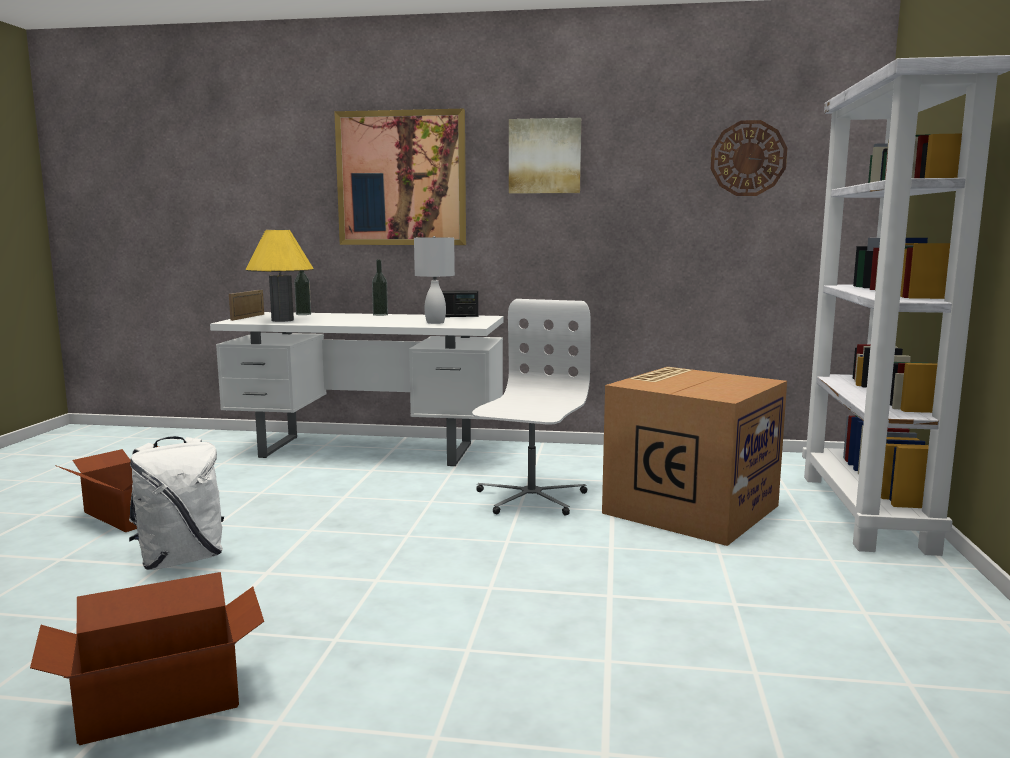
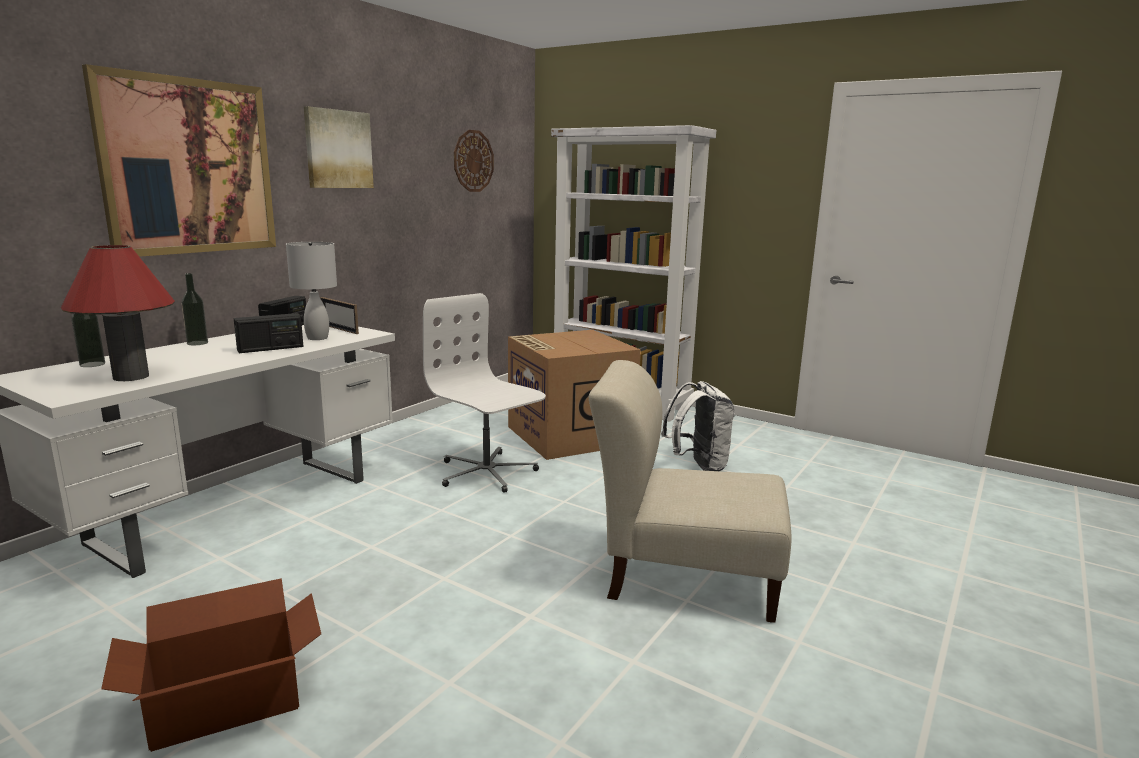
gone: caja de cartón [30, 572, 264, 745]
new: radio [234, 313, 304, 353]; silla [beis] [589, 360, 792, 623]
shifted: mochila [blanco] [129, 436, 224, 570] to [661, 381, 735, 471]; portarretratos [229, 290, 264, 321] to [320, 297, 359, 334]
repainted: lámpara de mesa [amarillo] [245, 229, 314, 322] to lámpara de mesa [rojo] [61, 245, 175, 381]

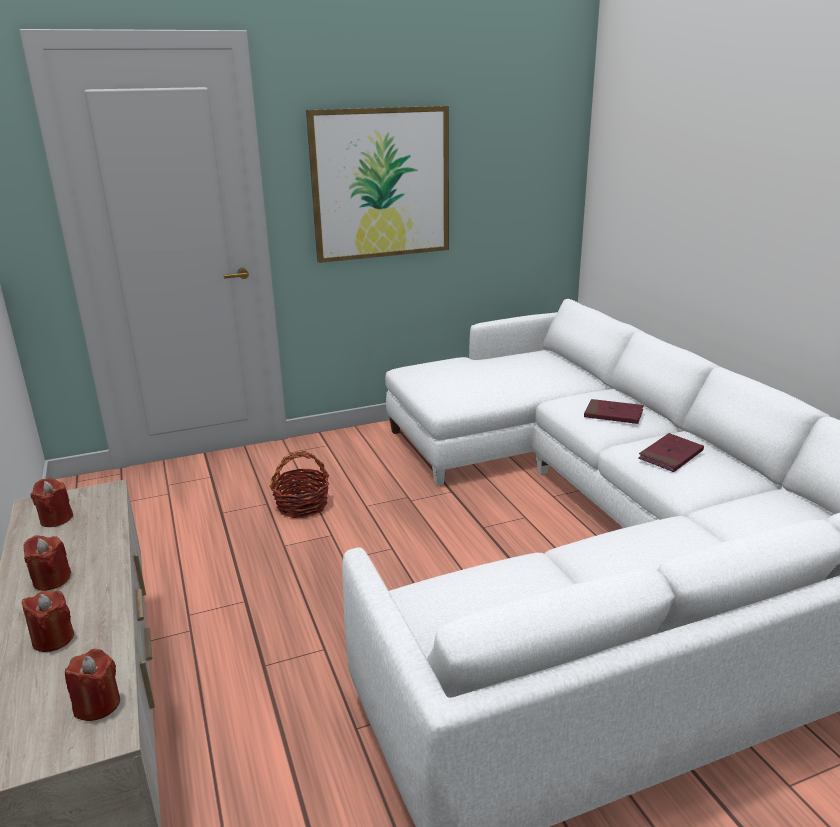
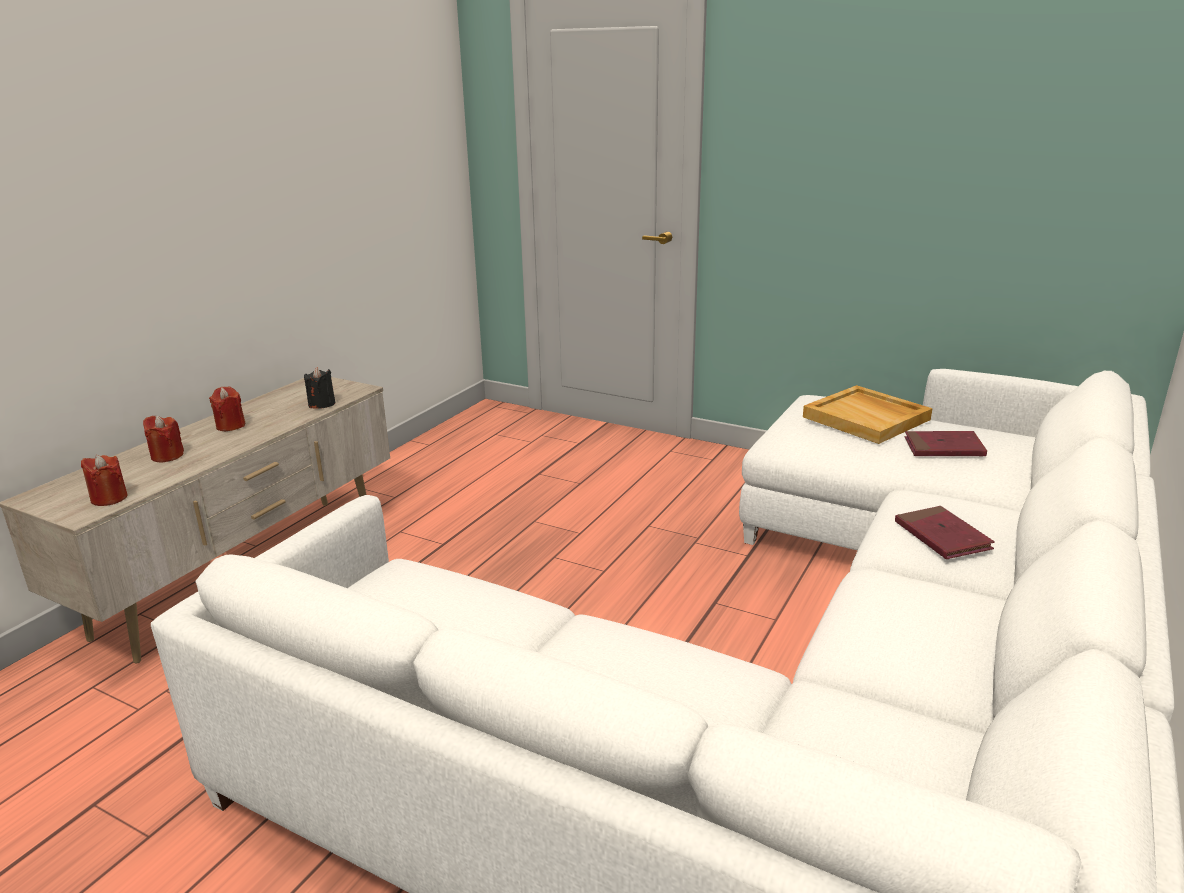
gone: vela [rojo] [31, 478, 74, 527]; cesta [269, 451, 329, 518]; cuadro [306, 106, 449, 263]
new: vela [negro] [304, 367, 335, 409]; bandeja [beis] [803, 385, 932, 444]
shifted: libro [rojo] [638, 433, 704, 472] to [904, 431, 987, 457]

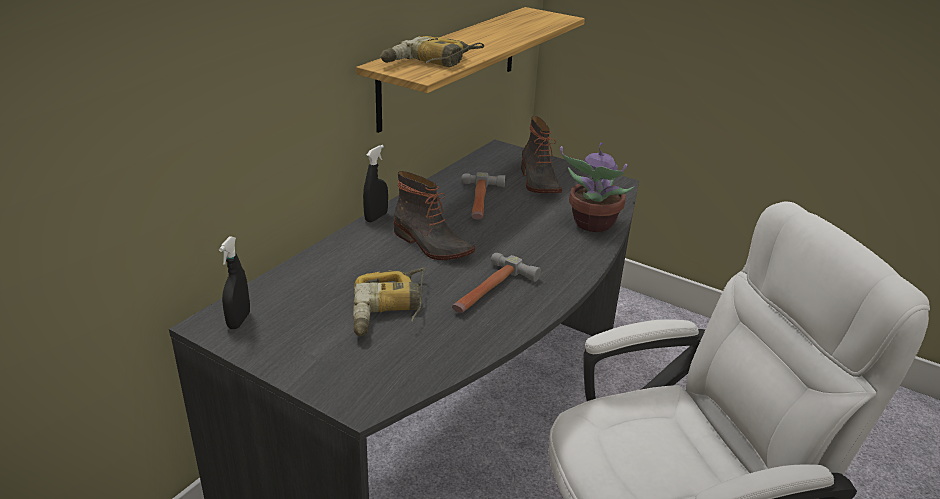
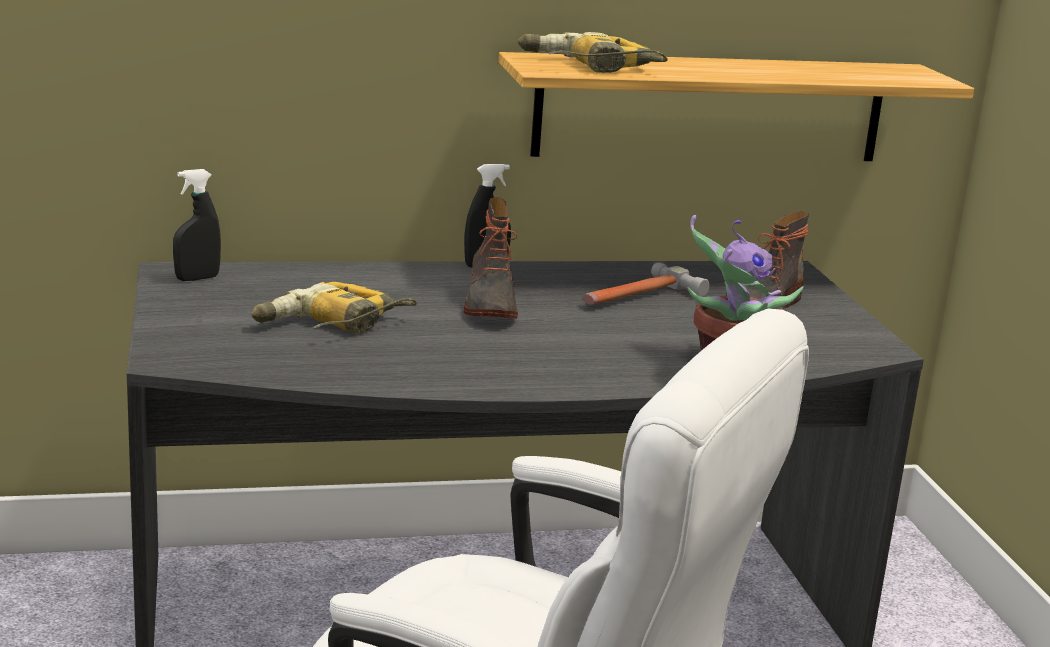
gone: martillo [452, 253, 541, 313]

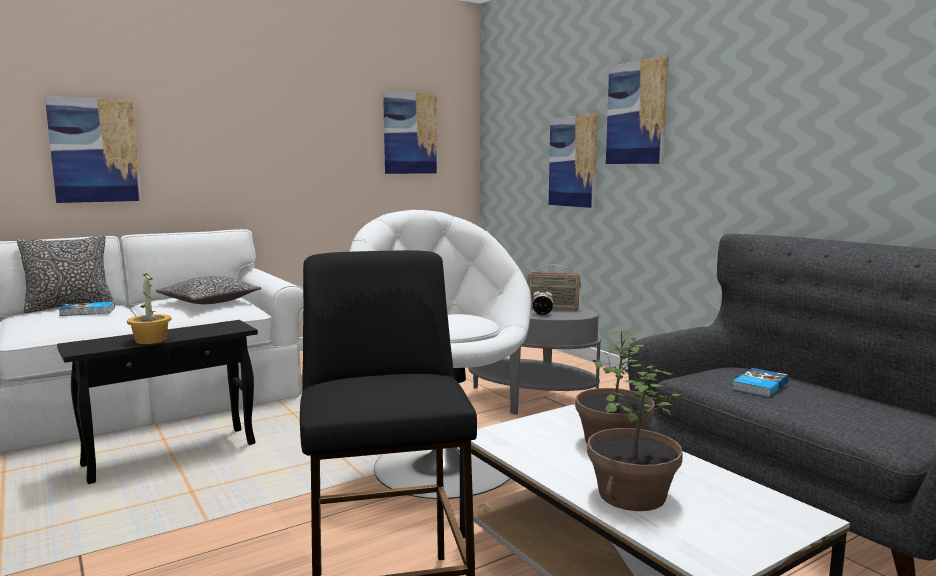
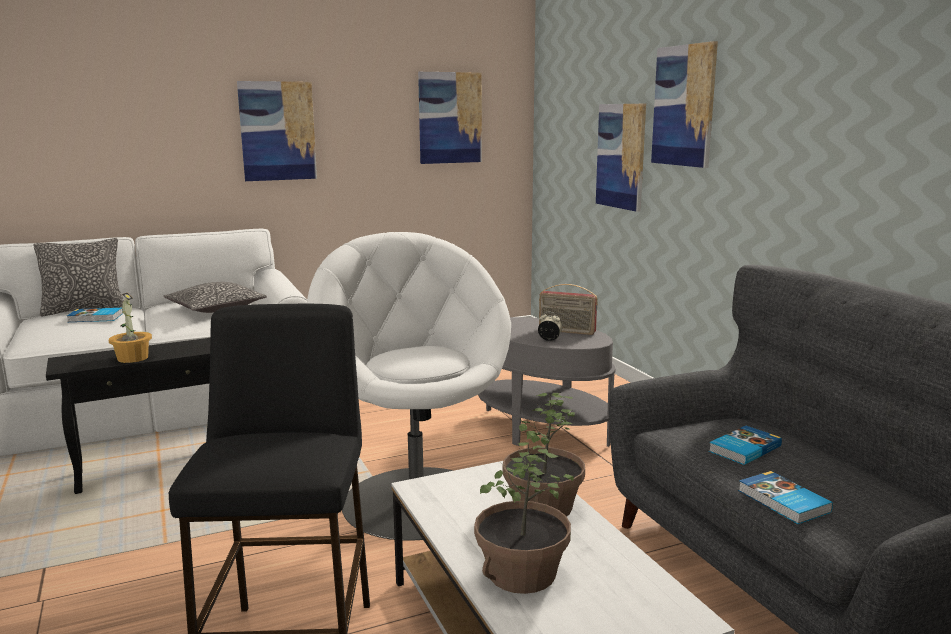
new: libro [738, 471, 833, 524]
shifted: cuadro [45, 96, 141, 203] to [237, 81, 317, 181]

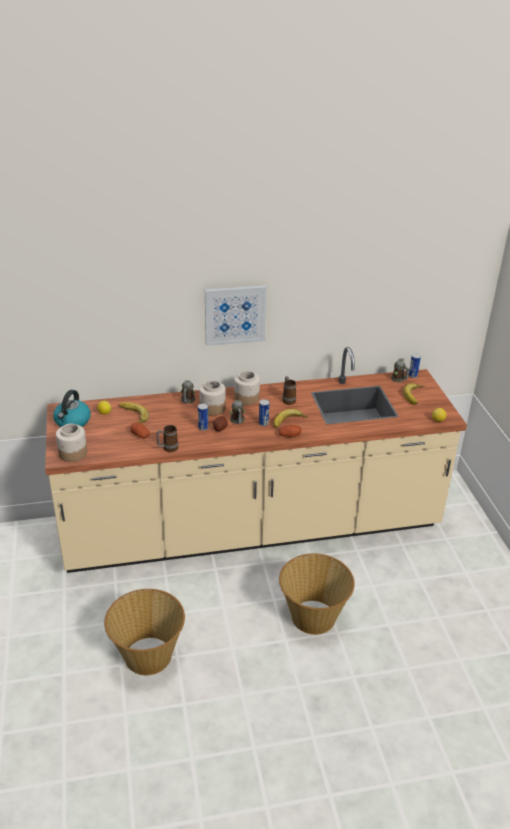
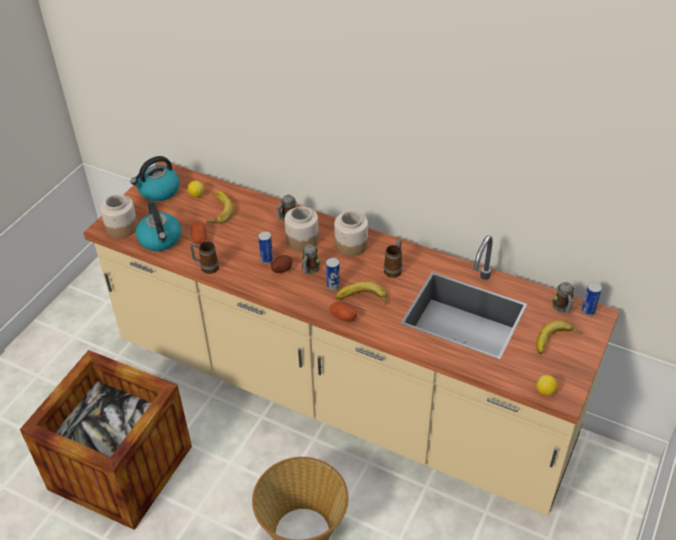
gone: cuadro [205, 285, 266, 346]
new: hervidor [136, 202, 181, 251]
swapped: cesta [104, 589, 185, 675] to caja de embalaje [20, 350, 192, 530]

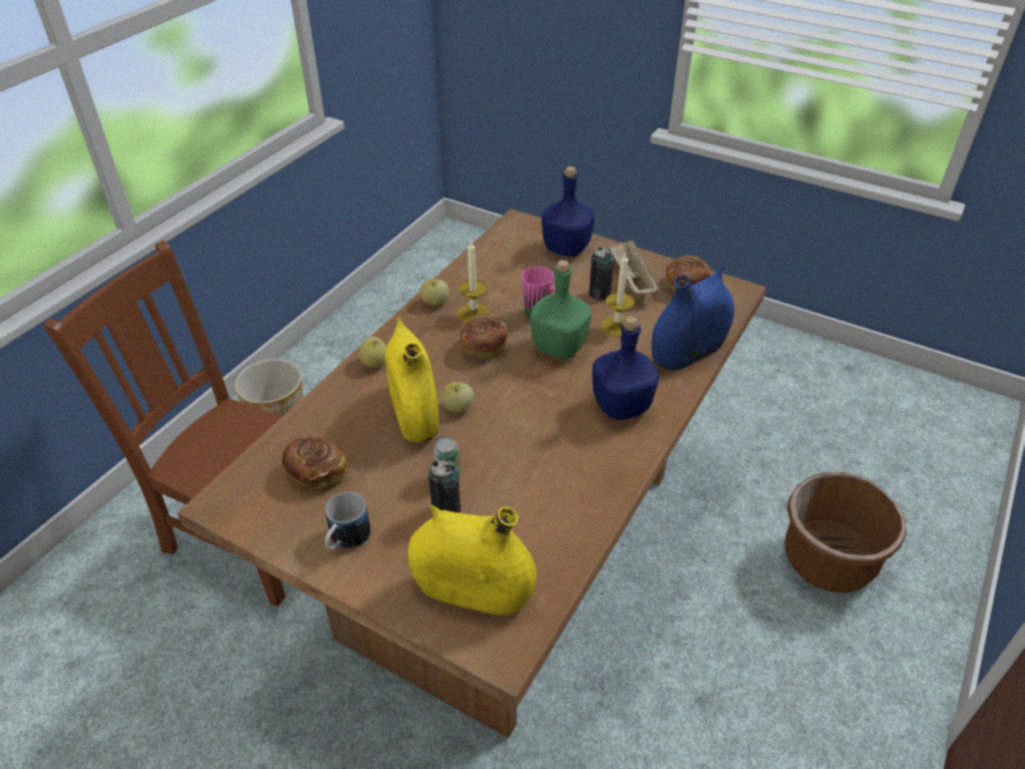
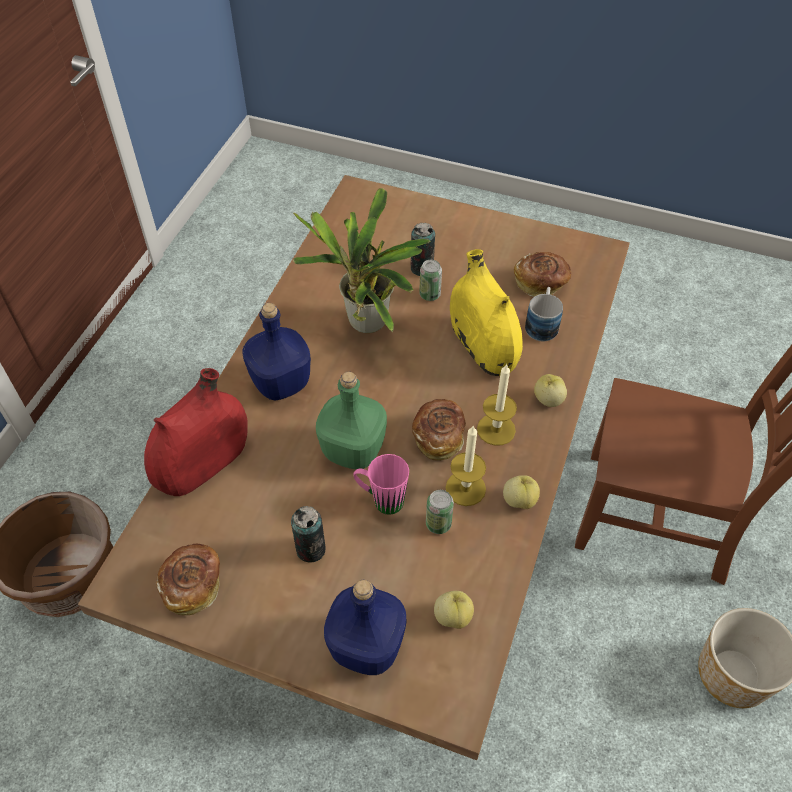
gone: florero [amarillo] [408, 505, 537, 615]; bandeja [beis] [608, 239, 660, 294]
new: planta en maceta [293, 188, 431, 333]; lata [426, 490, 454, 534]
shifted: taza grande [325, 492, 371, 550] to [525, 287, 563, 341]; manzana [441, 382, 474, 412] to [434, 591, 474, 629]; vela [601, 253, 634, 337] to [477, 363, 517, 446]
repainted: florero [azul] [651, 265, 734, 371] to florero [rojo] [144, 368, 247, 496]

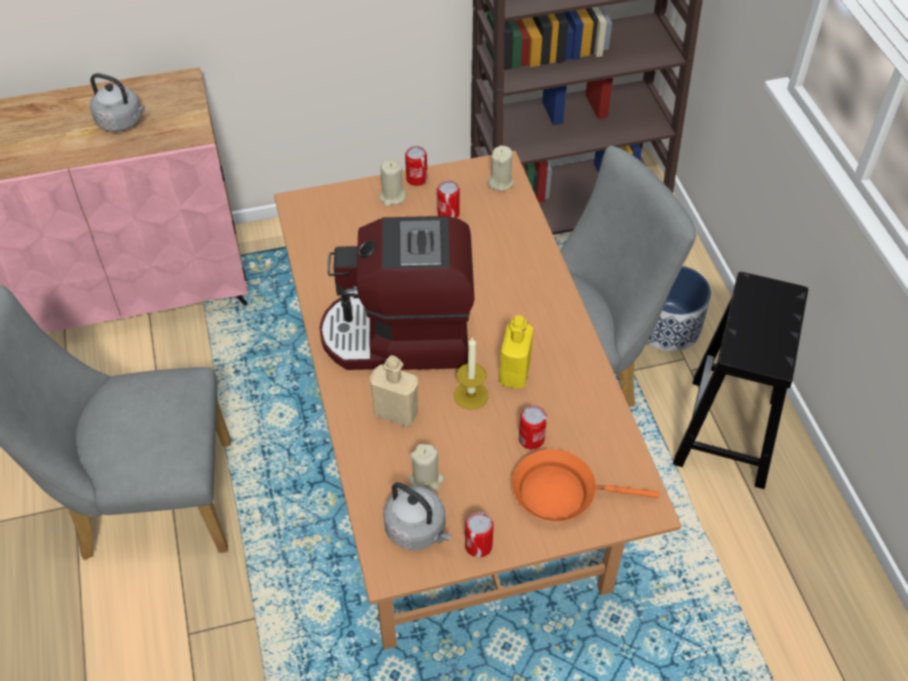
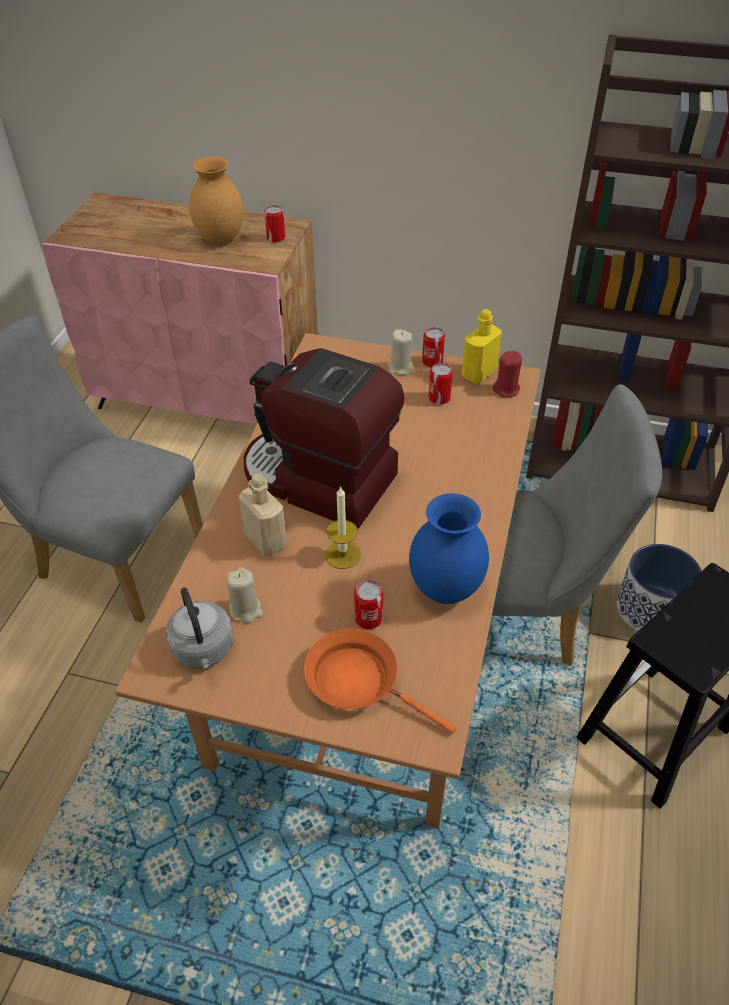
new: florero [azul] [409, 493, 489, 604]
shifted: lata [465, 512, 494, 558] to [264, 205, 285, 243]; botella [amarillo] [499, 315, 534, 389] to [462, 309, 502, 384]
swapped: hervidor [gris] [90, 73, 145, 132] to florero [marrón] [189, 157, 244, 245]
repainted: vela [beis] [487, 145, 514, 191] to vela [rojo] [492, 351, 522, 397]

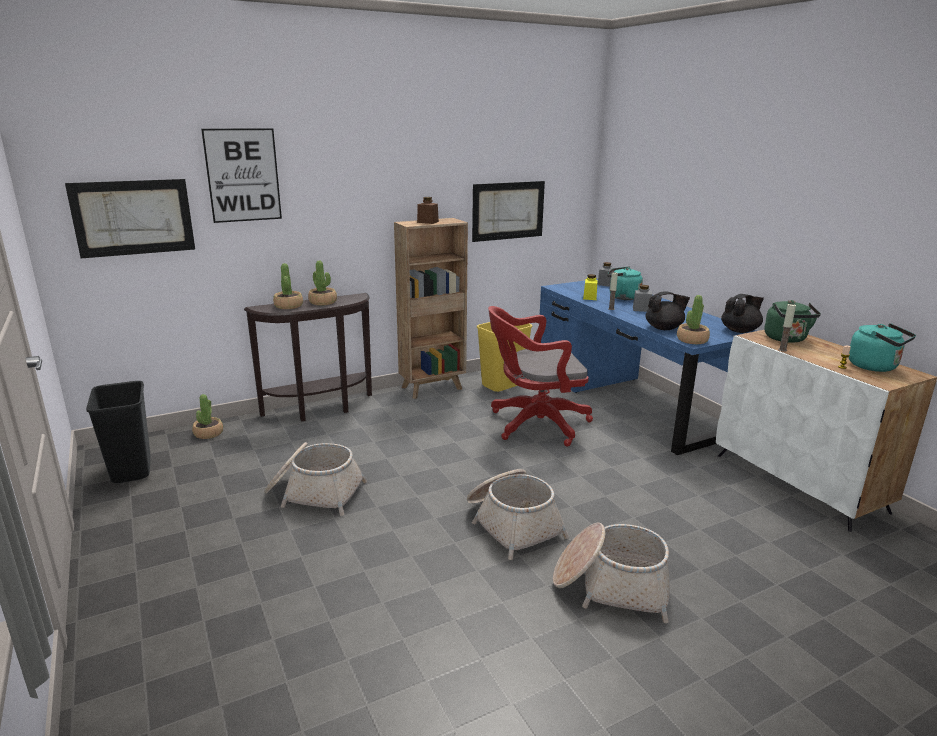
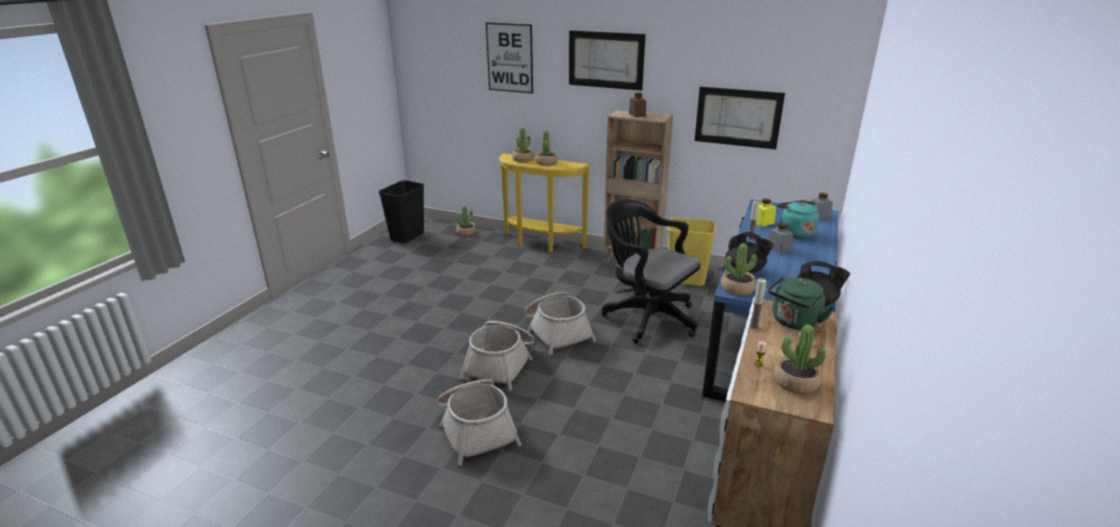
shifted: cuadro [65, 179, 195, 258] to [569, 31, 646, 91]; cesta [264, 442, 367, 516] to [525, 292, 596, 355]
swapped: hervidor [turquesa] [849, 323, 916, 372] to planta en maceta [773, 325, 826, 394]
repainted: mesa consola [marrón] [244, 293, 372, 422] to mesa consola [amarillo] [499, 153, 591, 253]; silla de oficina [rojo] [488, 306, 593, 447] to silla de oficina [negro] [602, 200, 700, 343]

